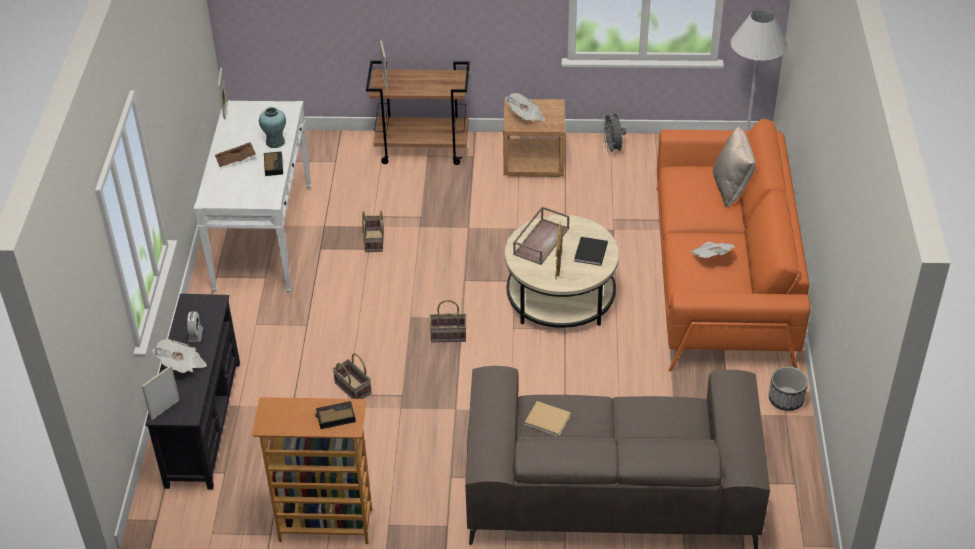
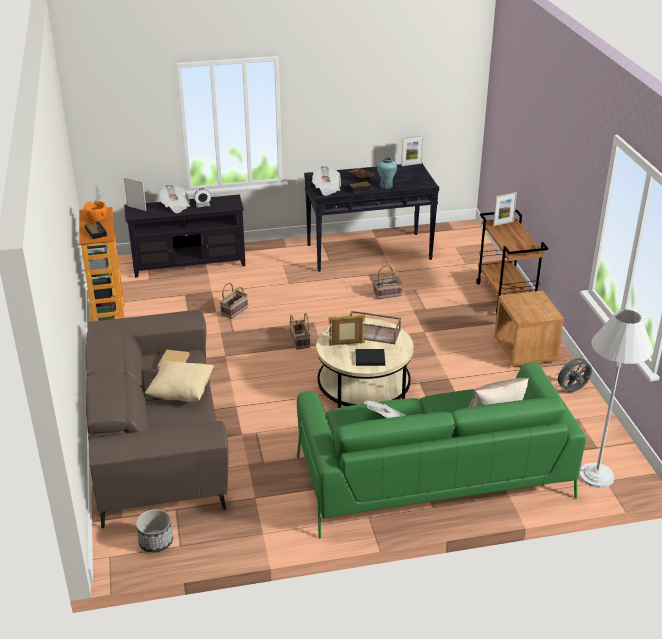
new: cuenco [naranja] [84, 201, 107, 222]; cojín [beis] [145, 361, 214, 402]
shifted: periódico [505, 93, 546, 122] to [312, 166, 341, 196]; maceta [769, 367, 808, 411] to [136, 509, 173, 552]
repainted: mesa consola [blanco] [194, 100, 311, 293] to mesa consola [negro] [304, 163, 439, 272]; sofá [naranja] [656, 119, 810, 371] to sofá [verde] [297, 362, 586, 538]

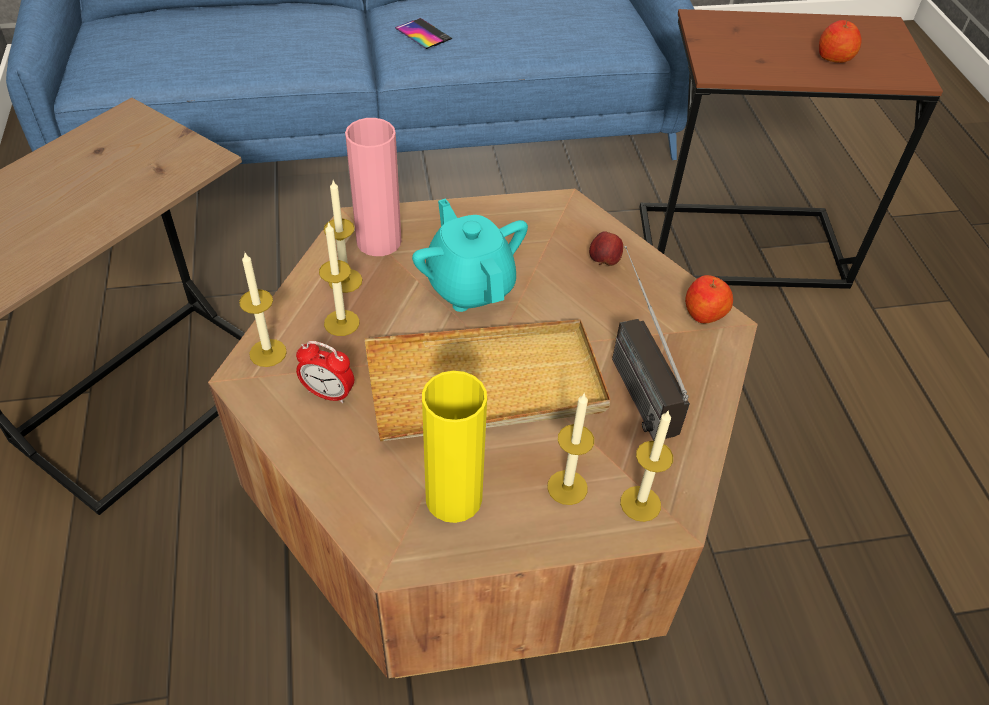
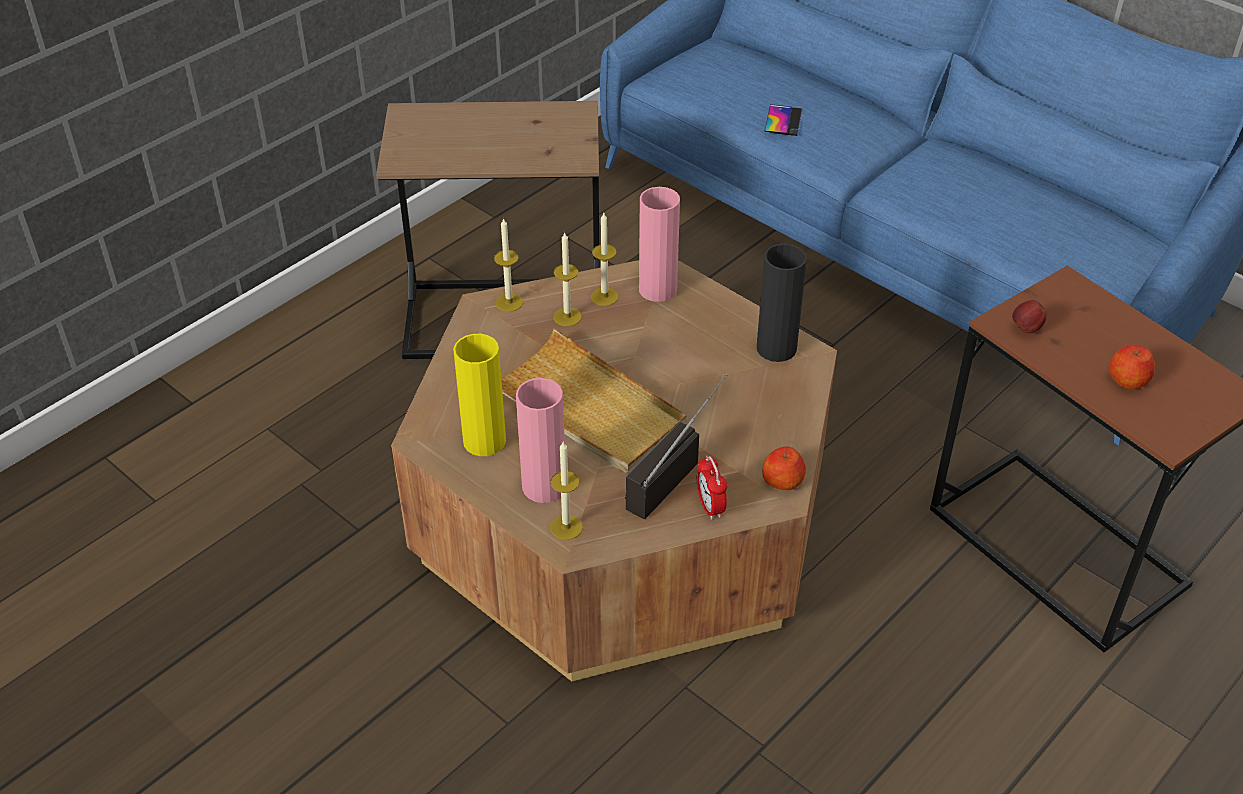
gone: tetera [turquesa] [412, 199, 528, 312]
new: florero [negro] [757, 244, 807, 362]
shifted: despertador [296, 341, 354, 403] to [697, 456, 727, 520]; móvil [395, 18, 452, 49] to [764, 104, 802, 136]; manzana [589, 231, 623, 266] to [1012, 300, 1047, 334]
swapped: vela [547, 392, 594, 505] to florero [rosa] [516, 378, 565, 503]

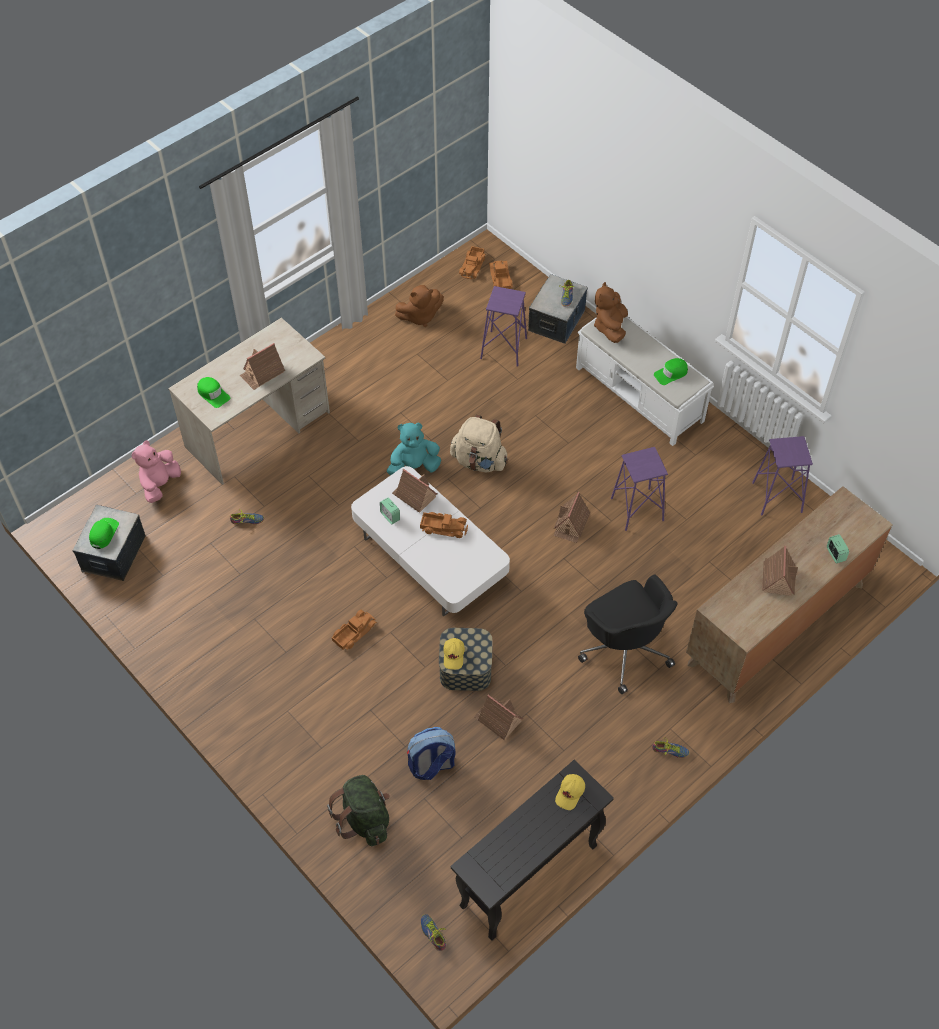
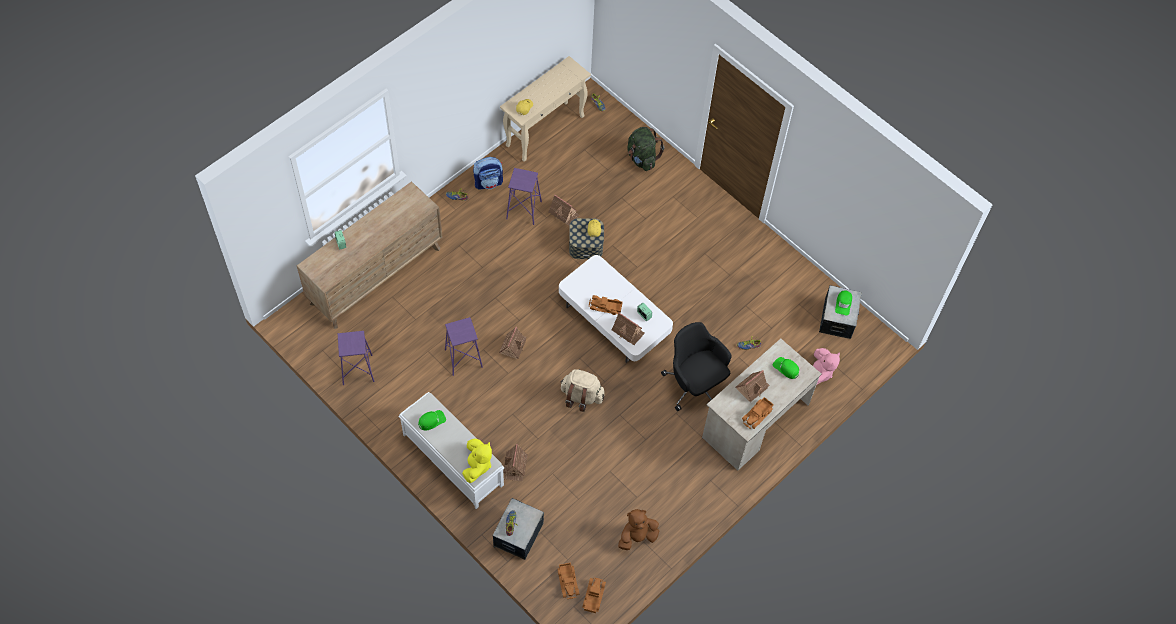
gone: peluche [turquesa] [387, 422, 441, 475]
shifted: camión de juguete [332, 609, 377, 650] to [742, 397, 774, 429]; mochila [407, 727, 456, 780] to [473, 157, 503, 190]; taburete [morado] [480, 286, 527, 367] to [506, 168, 542, 225]; silla de oficina [negro] [578, 575, 678, 694] to [661, 322, 731, 411]; casita [762, 546, 798, 596] to [503, 444, 528, 481]
repainted: mesa consola [negro] [451, 760, 614, 941] to mesa consola [beis] [500, 56, 591, 162]; peluche [marrón] [594, 282, 628, 343] to peluche [amarillo] [462, 438, 492, 483]

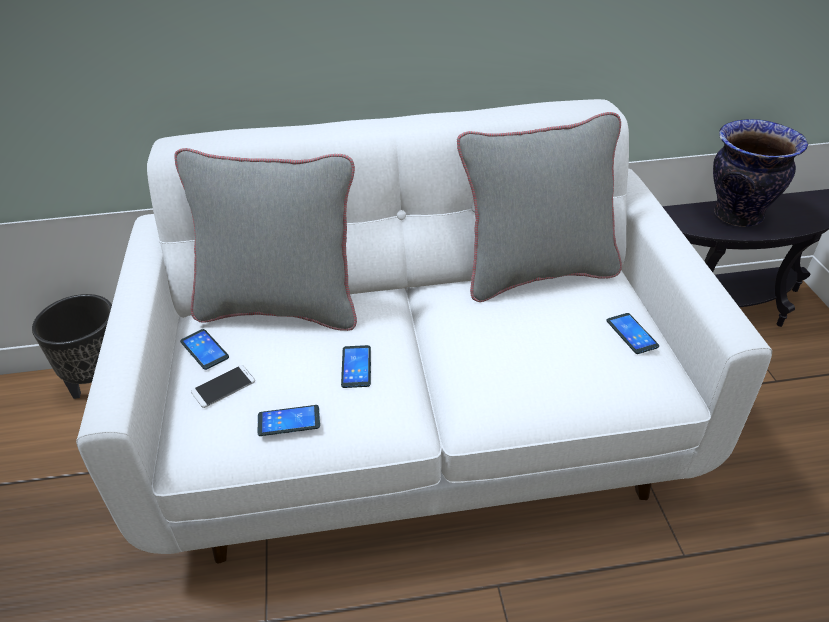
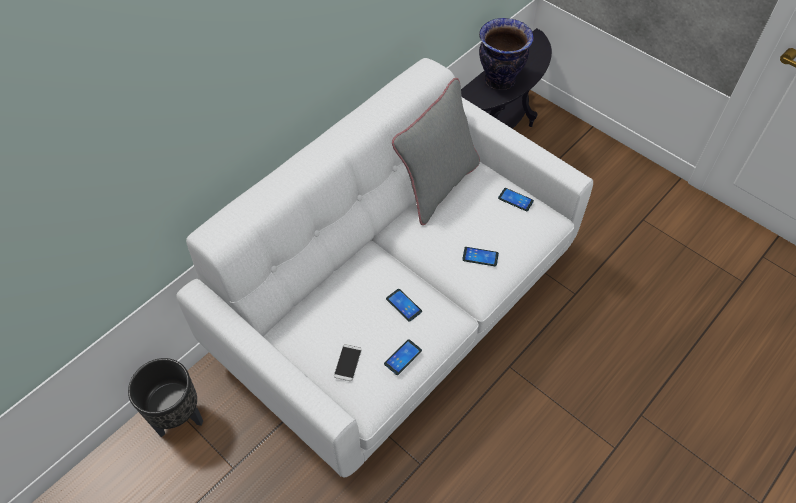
gone: cojín [gris] [174, 148, 357, 331]
shifted: móvil [180, 329, 229, 370] to [462, 247, 499, 266]

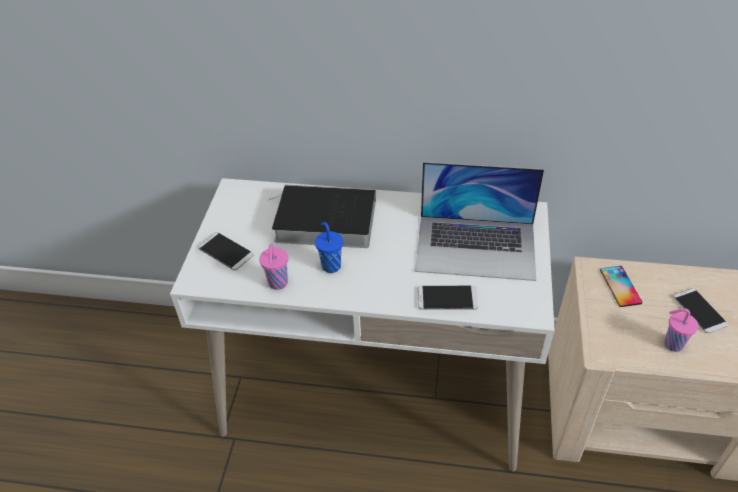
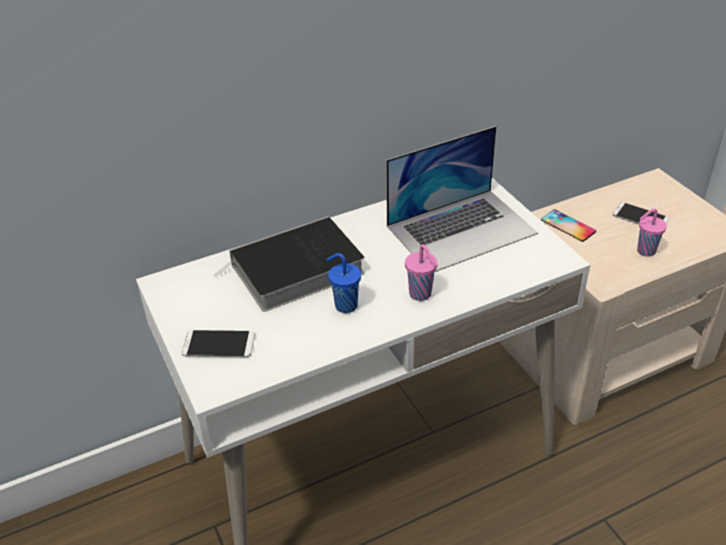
gone: móvil [418, 286, 478, 310]
shifted: taza [rosa] [259, 244, 288, 290] to [405, 244, 438, 301]

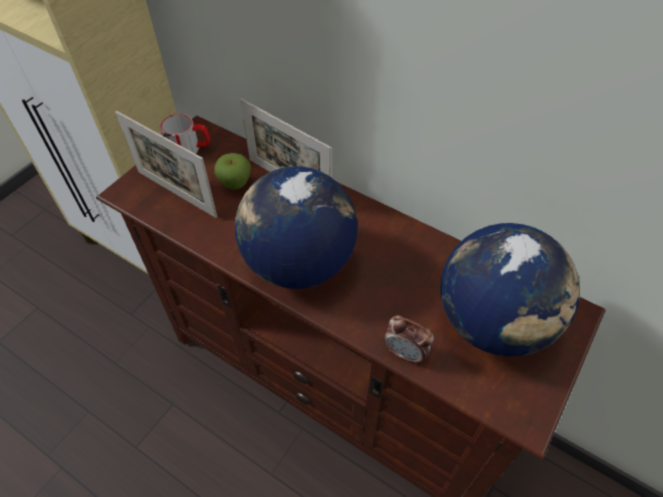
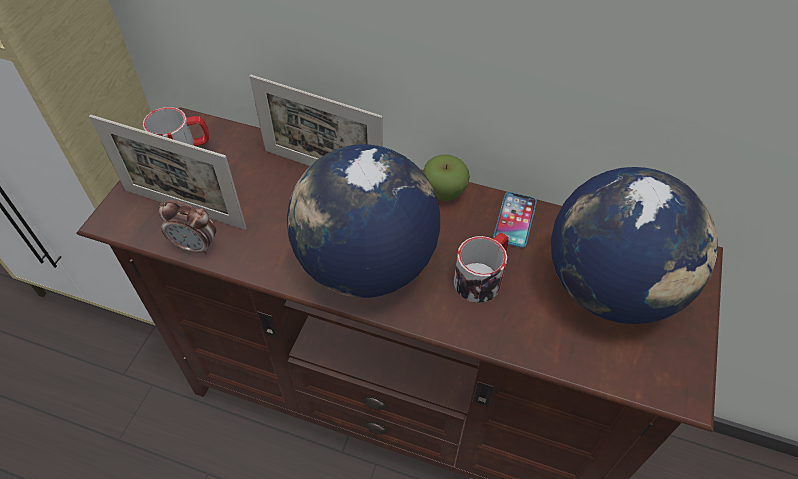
new: taza grande [454, 232, 509, 303]; móvil [493, 192, 537, 248]
shifted: manzana [214, 153, 251, 190] to [423, 155, 470, 201]; despertador [384, 315, 434, 364] to [159, 201, 216, 255]

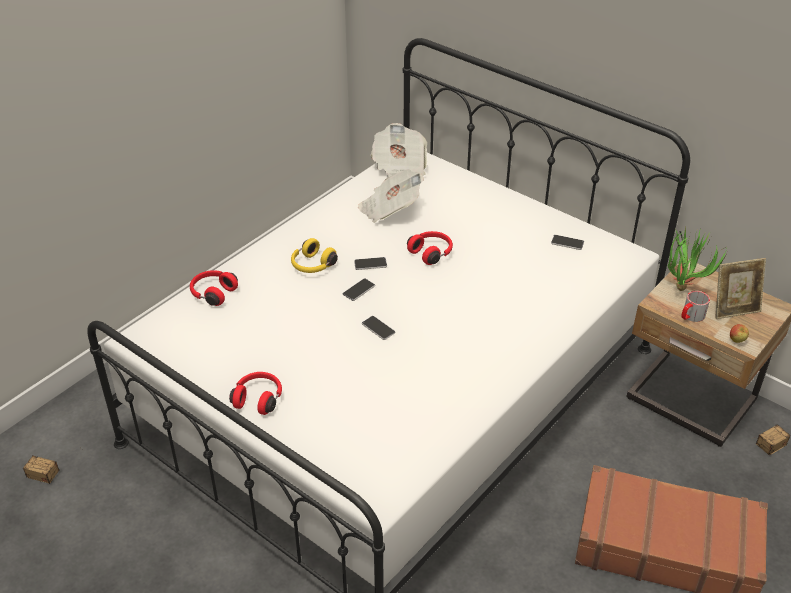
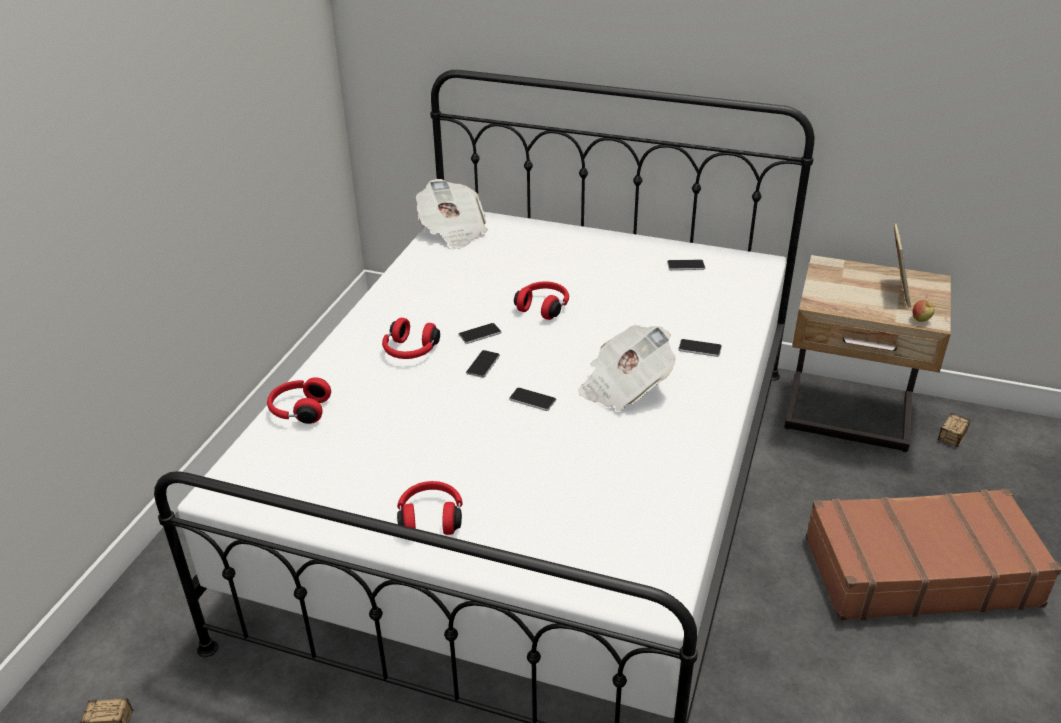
gone: planta en maceta [668, 227, 727, 291]; taza grande [681, 291, 710, 322]
new: móvil [678, 339, 722, 357]
shifted: periódico [358, 169, 424, 223] to [578, 325, 675, 411]
repainted: auriculares [amarillo] [291, 238, 338, 273] to auriculares [rojo] [382, 318, 440, 359]
rotated: portarretratos [715, 258, 766, 319] = [894, 223, 911, 307] 45 degrees counterclockwise

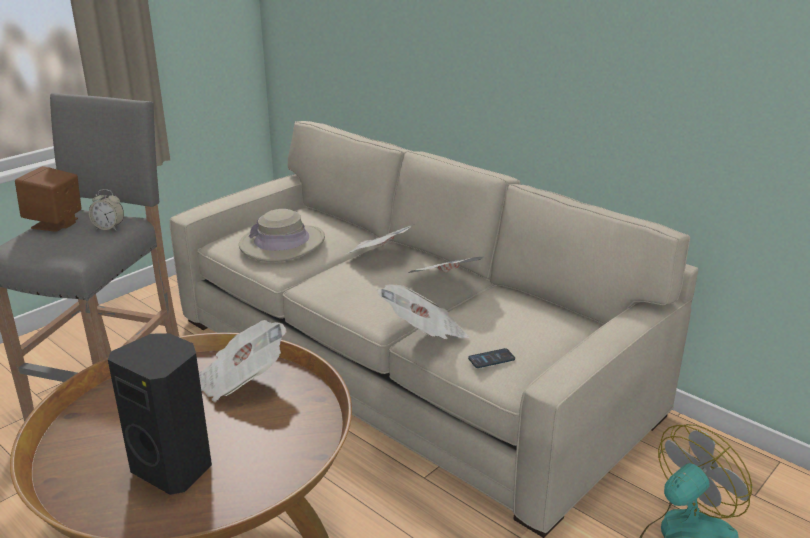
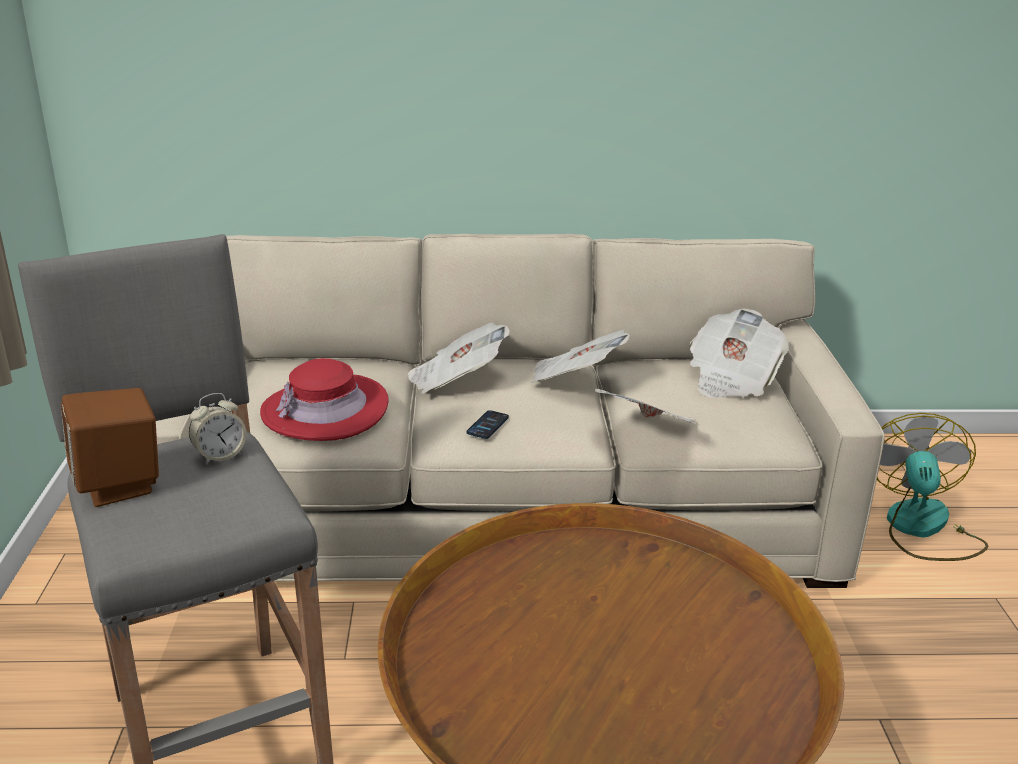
gone: altavoz [negro] [108, 333, 212, 495]
shifted: periódico [199, 320, 287, 402] to [689, 308, 789, 398]; móvil [468, 348, 515, 368] to [467, 410, 509, 439]
repainted: sombrero [beis] [239, 209, 325, 262] to sombrero [rojo] [260, 358, 389, 441]

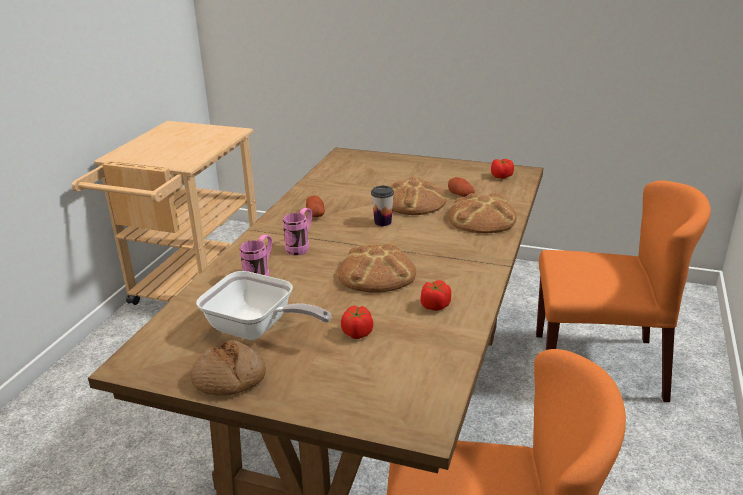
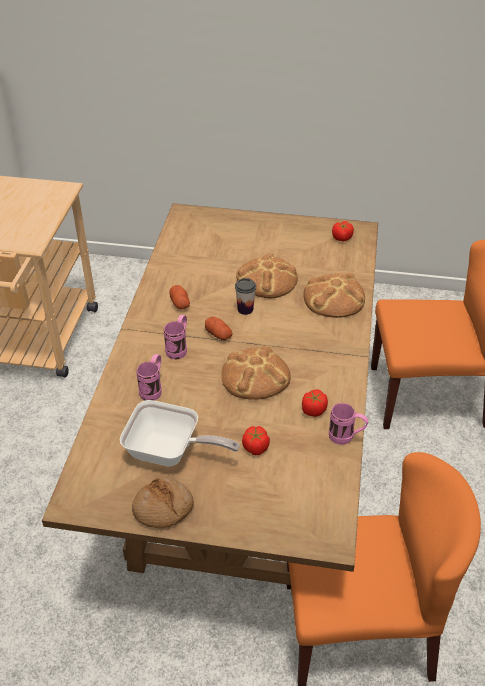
new: taza grande [rosa] [329, 403, 369, 445]
shifted: patata [448, 177, 475, 197] to [205, 317, 233, 340]

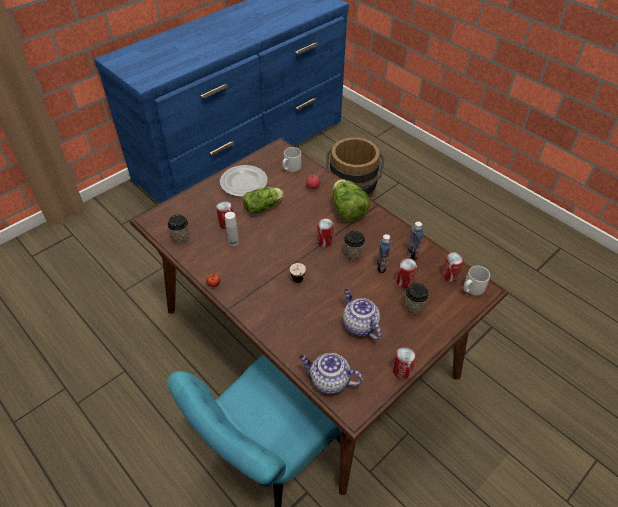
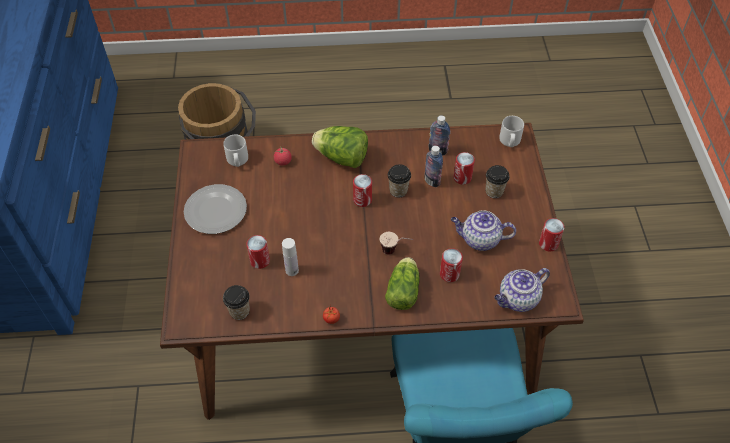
shifted: lechuga [243, 187, 284, 214] to [385, 257, 420, 310]; lata [441, 252, 464, 282] to [440, 248, 463, 282]

